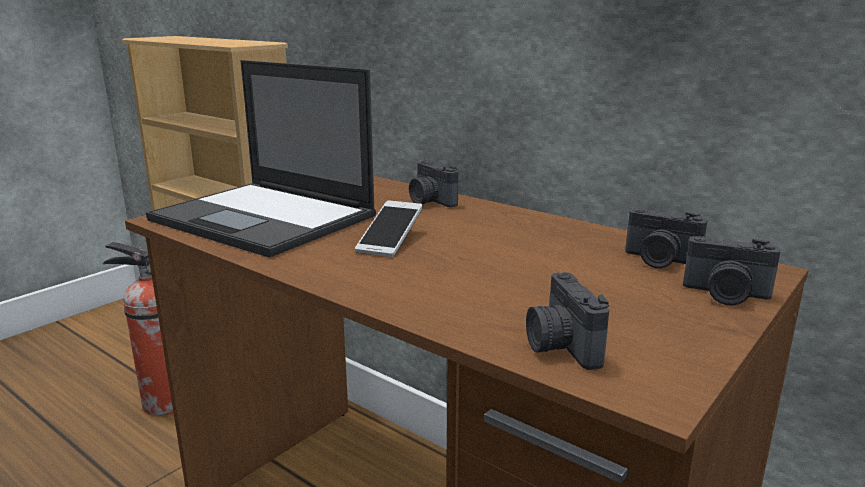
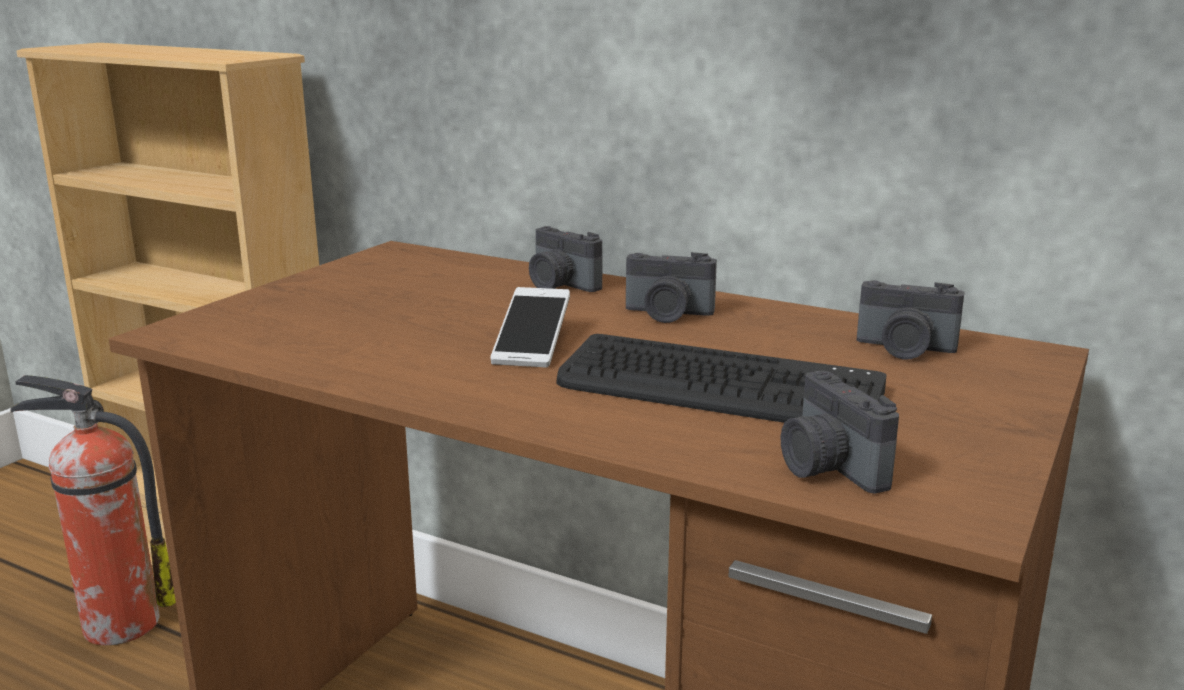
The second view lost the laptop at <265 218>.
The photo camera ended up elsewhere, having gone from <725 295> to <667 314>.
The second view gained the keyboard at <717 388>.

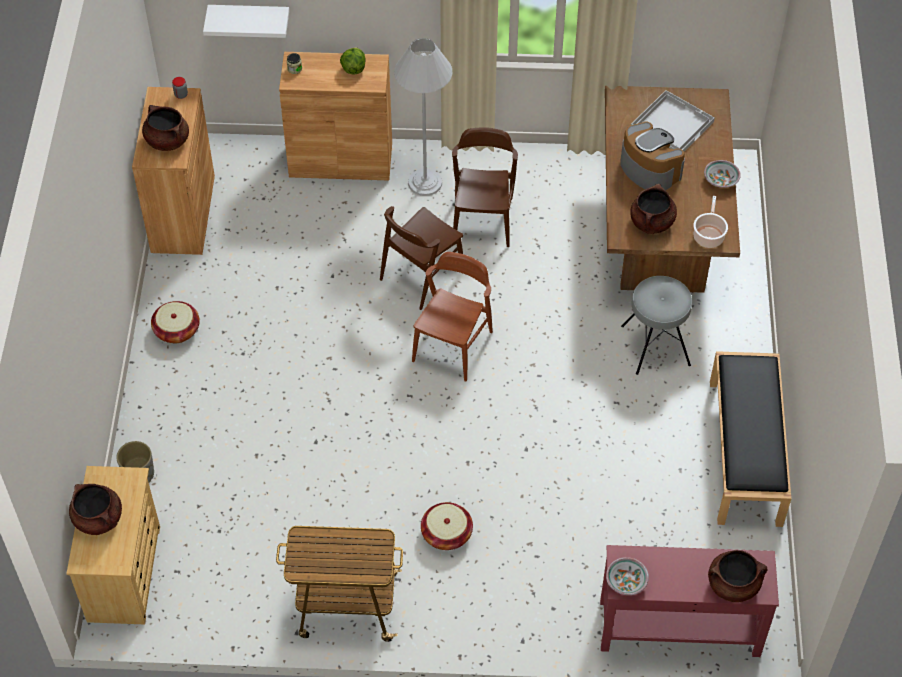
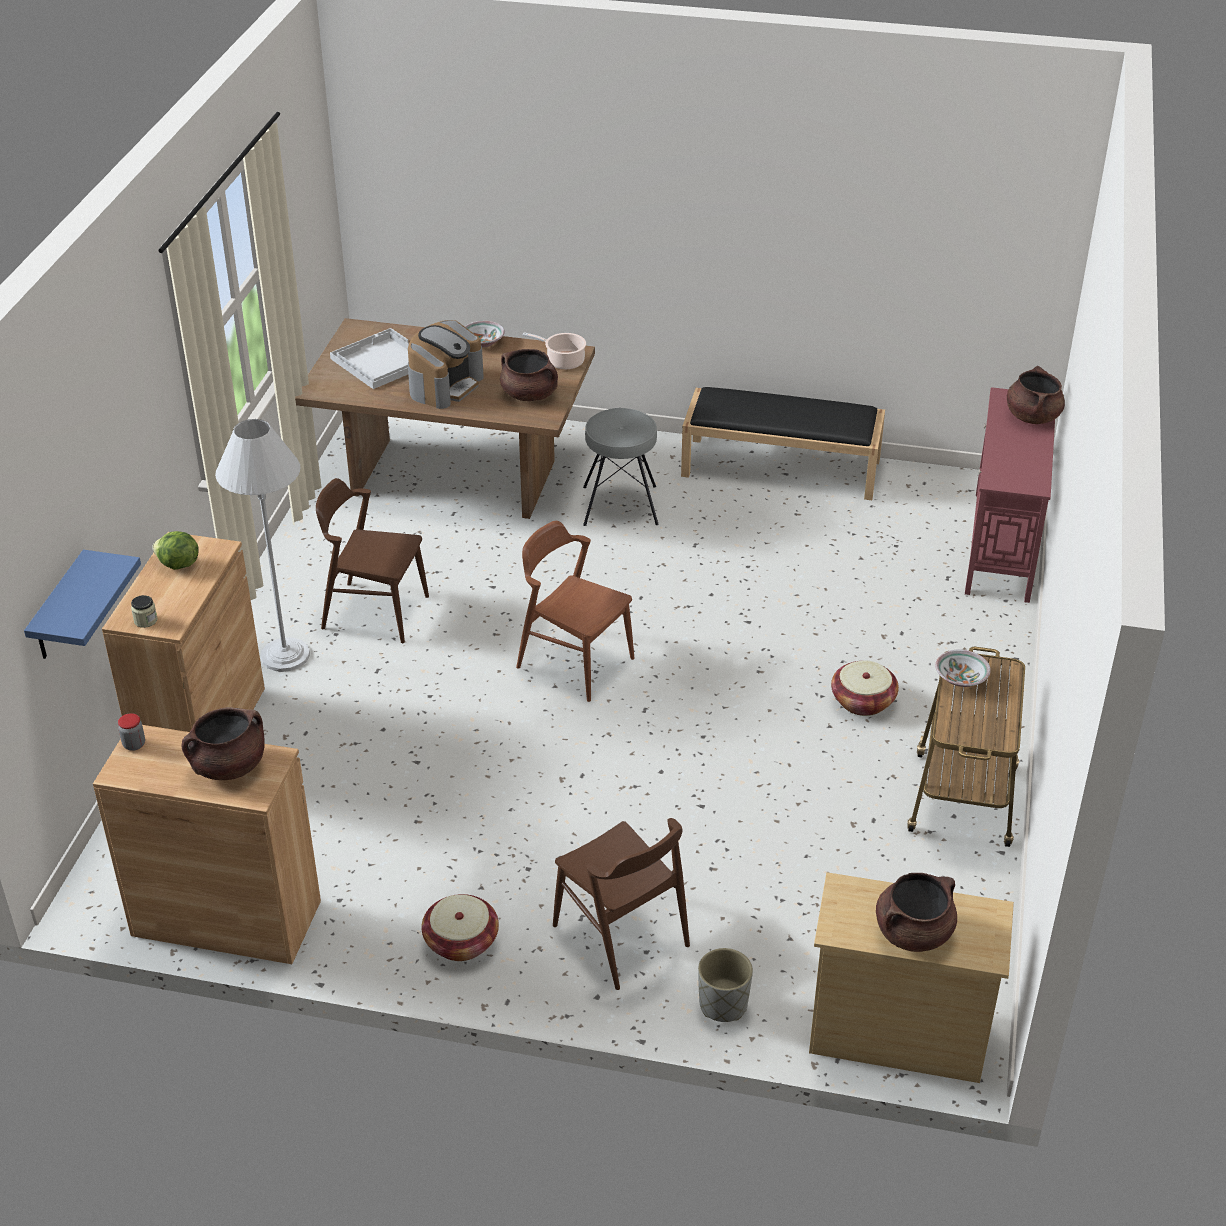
What was the shelf (white) at <249 17> turned into the shelf (blue) at <59 609>.
The coffee machine at <649 169> ended up facing another way, 150 degrees clockwise from before.
The chair (brown) ended up elsewhere, having gone from <422 275> to <621 935>.
The bowl ended up elsewhere, having gone from <626 582> to <961 679>.

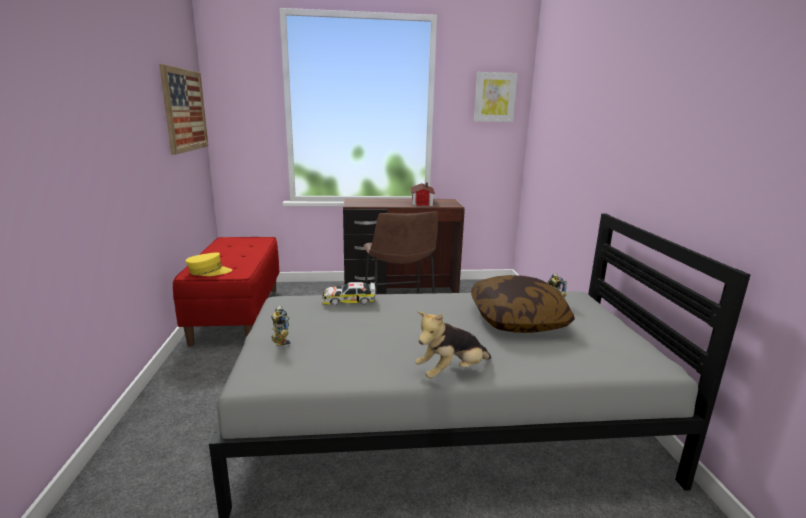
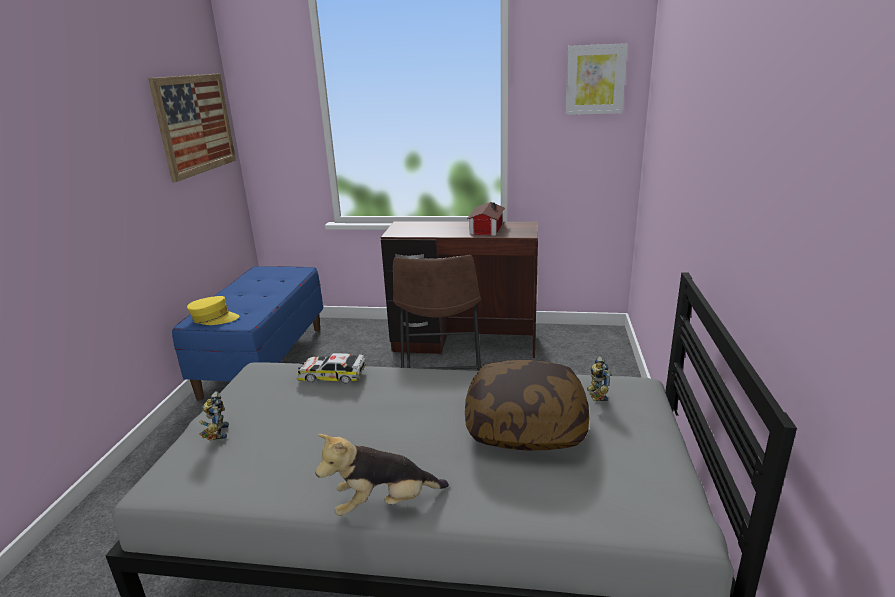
What was the bench (red) at <237 314> turned into the bench (blue) at <264 360>.

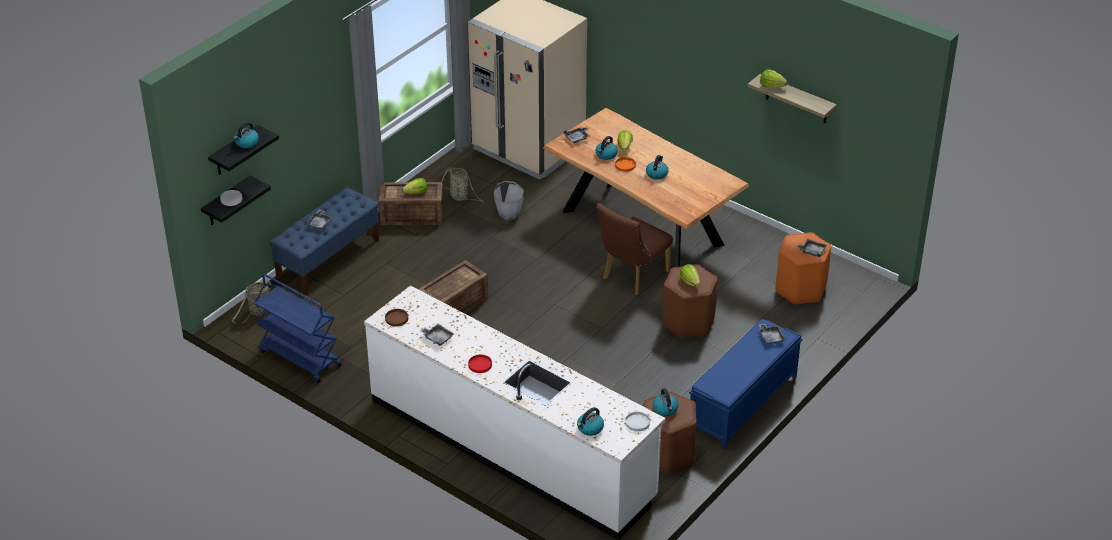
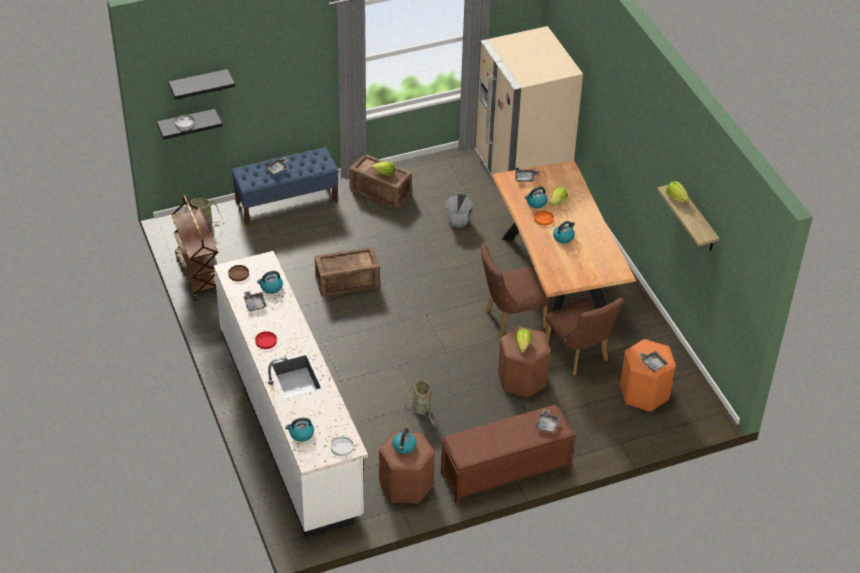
The kettle ended up elsewhere, having gone from <246 143> to <271 287>.
The basket ended up elsewhere, having gone from <460 197> to <421 409>.
What was the cart (blue) at <299 358> turned into the cart (brown) at <198 274>.
What was the bench (blue) at <742 404> turned into the bench (brown) at <505 472>.
The second view gained the chair (brown) at <579 355>.

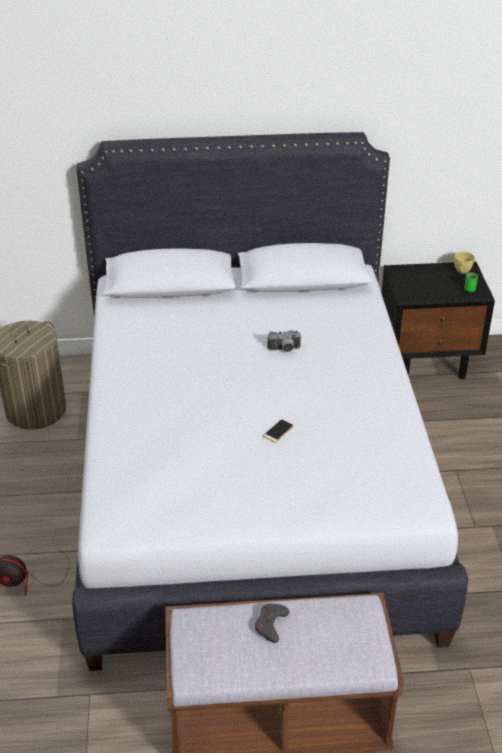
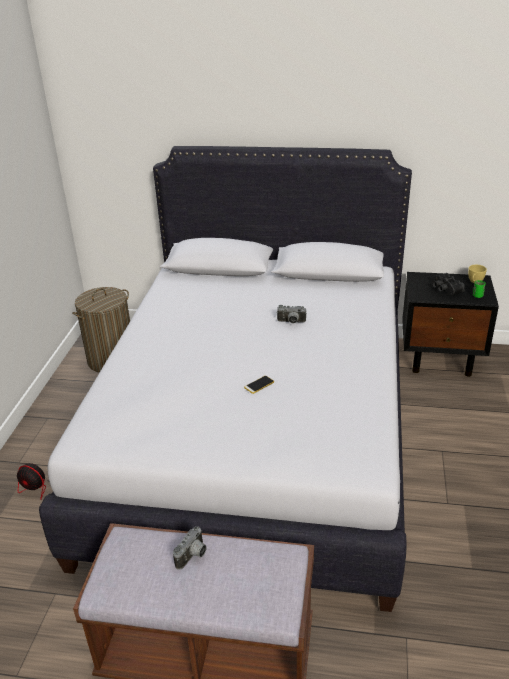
Where the game controller (grey) stood at <271 624>, the photo camera came to stand at <193 556>.
The second view gained the binoculars (black) at <445 289>.

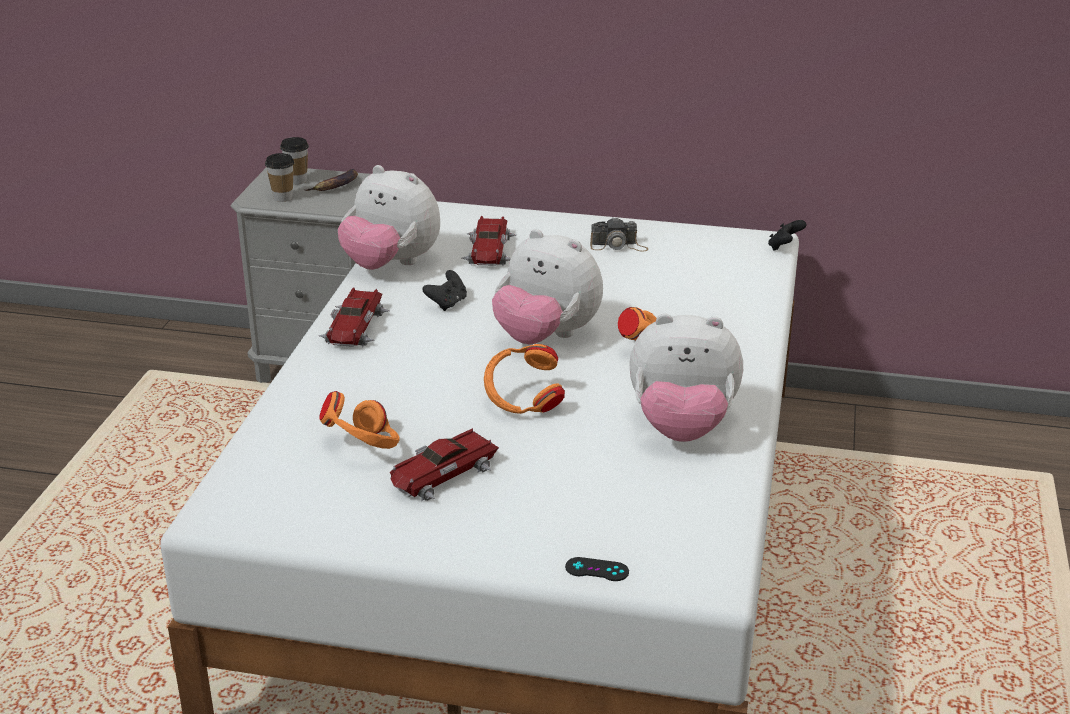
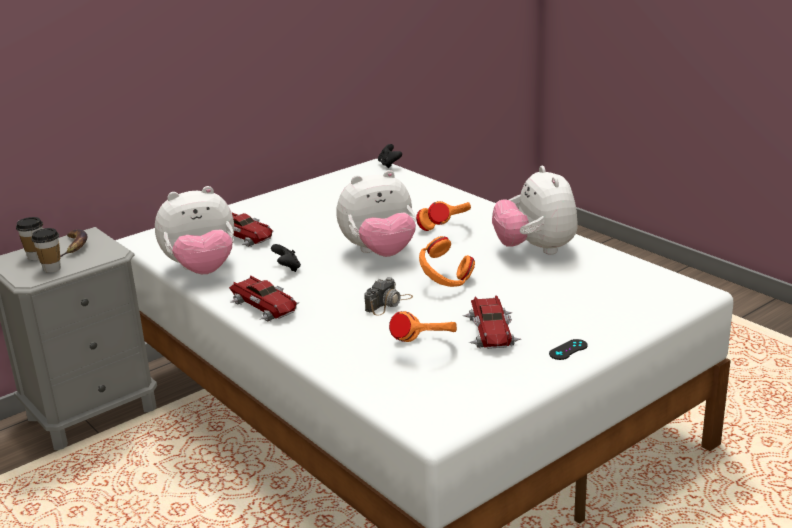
The photo camera ended up elsewhere, having gone from <618 246> to <389 303>.
The plush toy at <682 428> ended up facing another way, 120 degrees clockwise from before.
The game controller (black) ended up elsewhere, having gone from <597 569> to <568 350>.

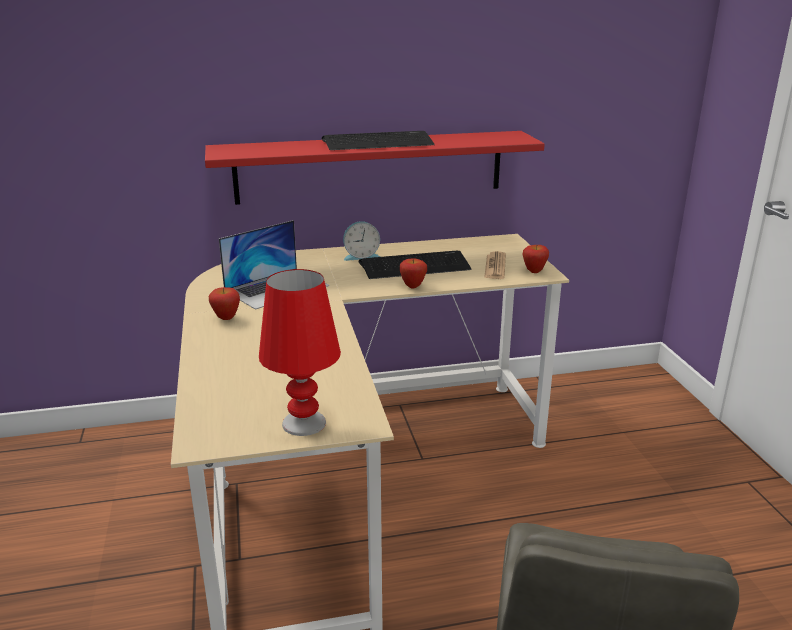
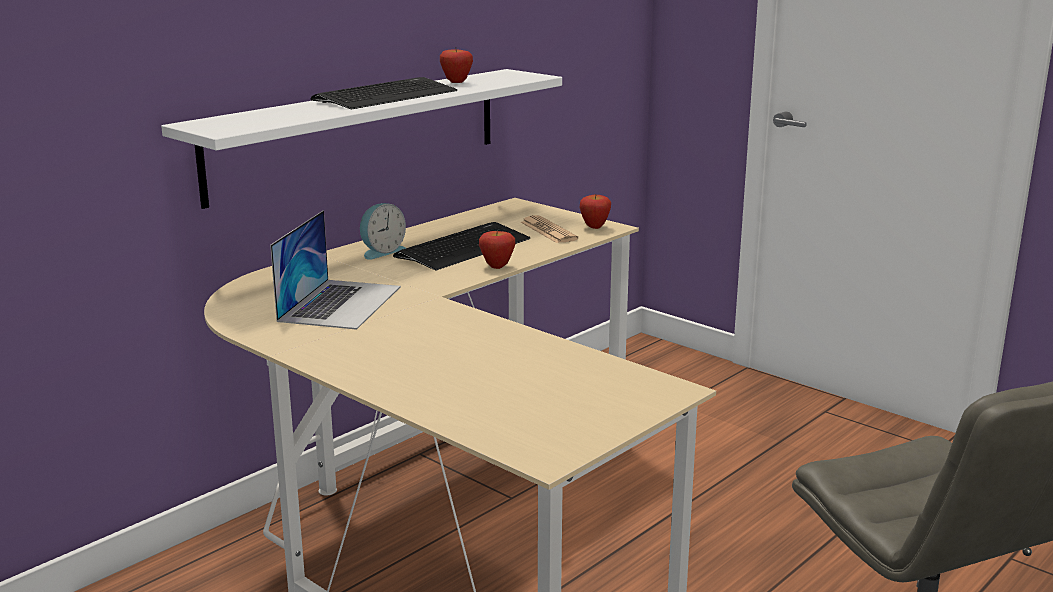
What was the shelf (red) at <370 167> turned into the shelf (white) at <359 133>.
The second view lost the table lamp (red) at <303 423>.
The apple ended up elsewhere, having gone from <226 318> to <456 83>.

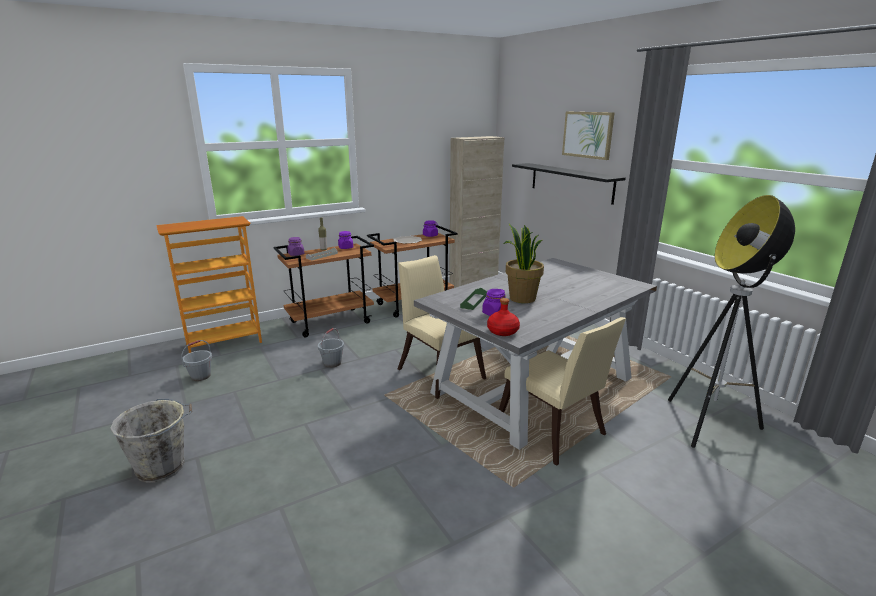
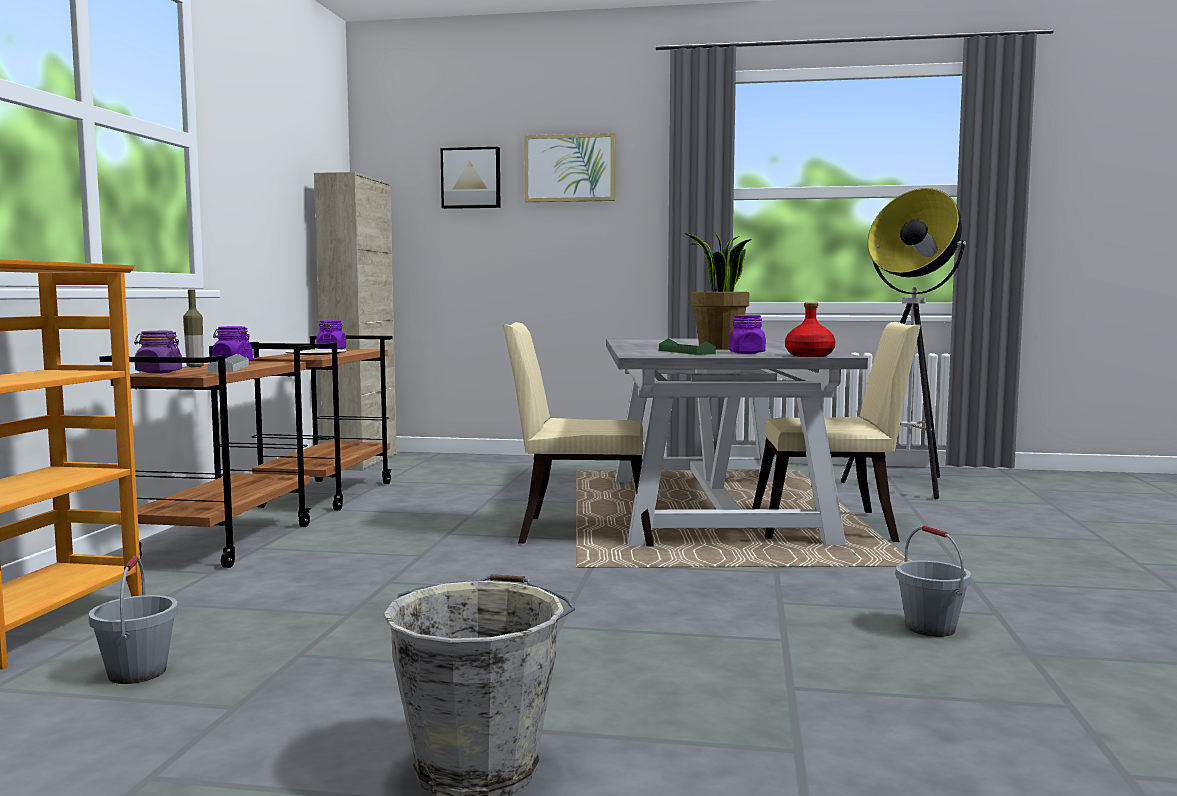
The second view lost the shelf (black) at <571 182>.
The bucket (grey) ended up elsewhere, having gone from <332 363> to <931 628>.
The second view gained the picture at <471 178>.

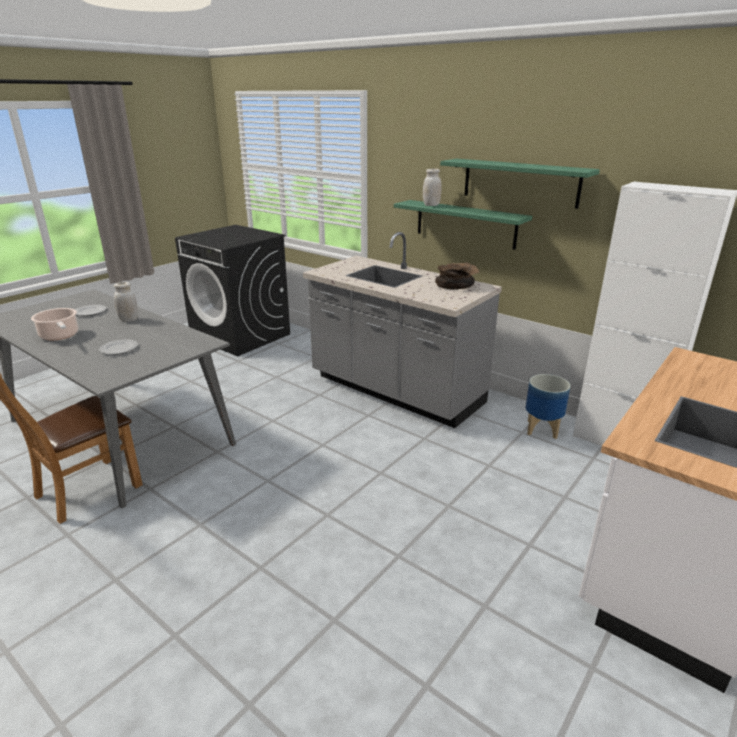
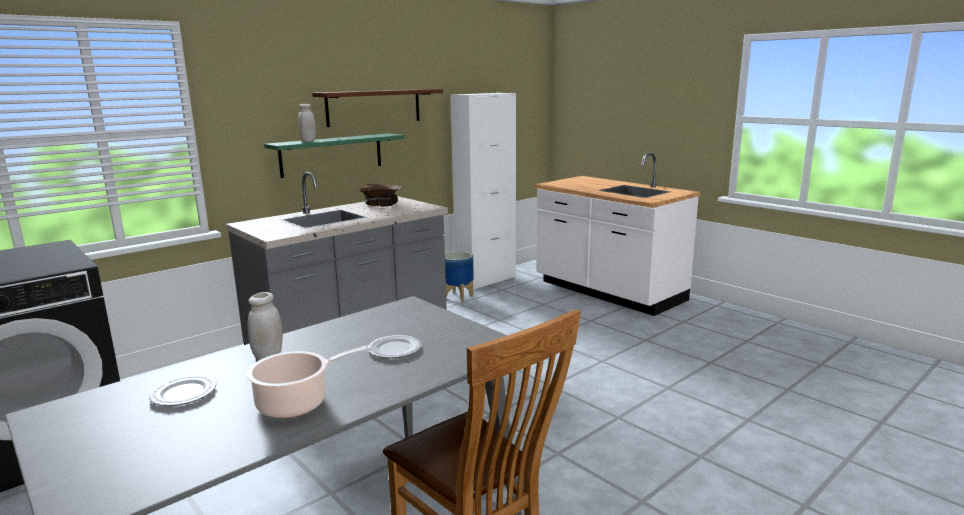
What was the shelf (green) at <520 182> turned into the shelf (brown) at <374 107>.

